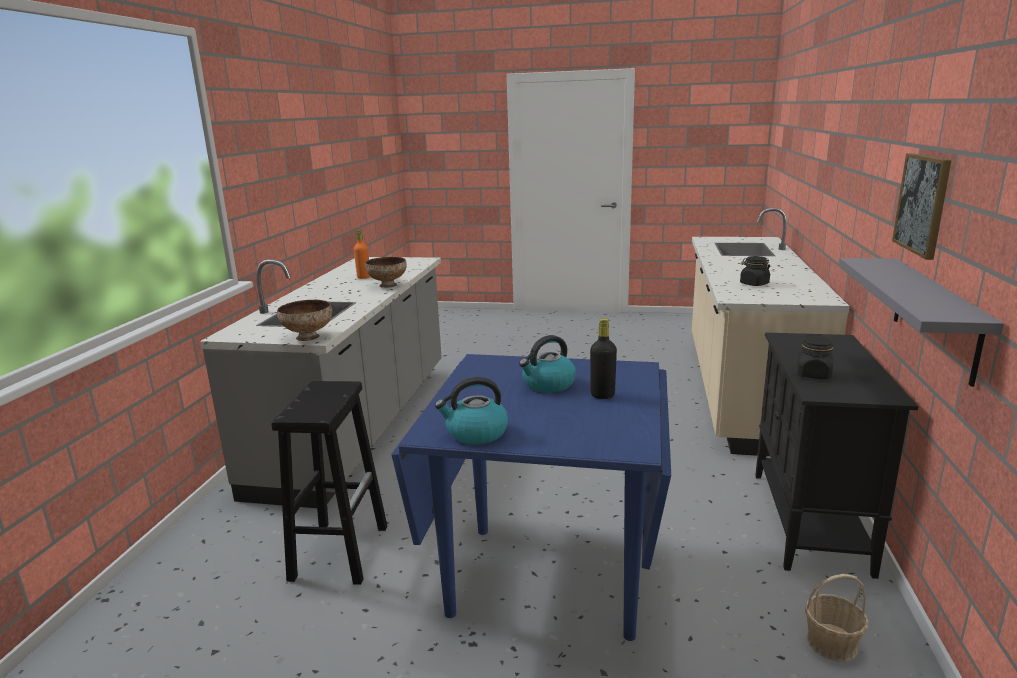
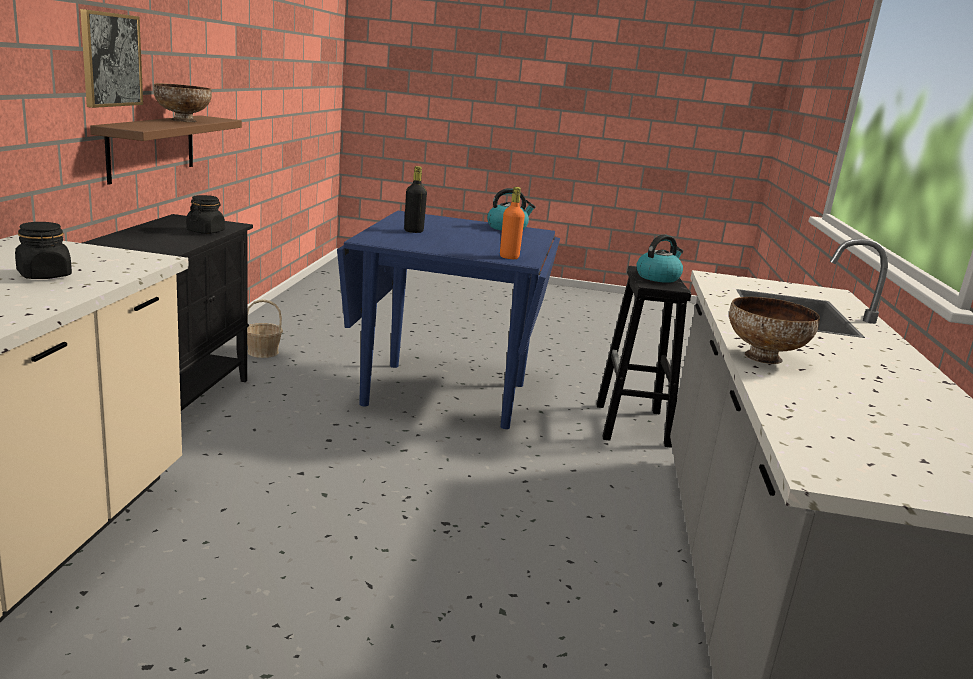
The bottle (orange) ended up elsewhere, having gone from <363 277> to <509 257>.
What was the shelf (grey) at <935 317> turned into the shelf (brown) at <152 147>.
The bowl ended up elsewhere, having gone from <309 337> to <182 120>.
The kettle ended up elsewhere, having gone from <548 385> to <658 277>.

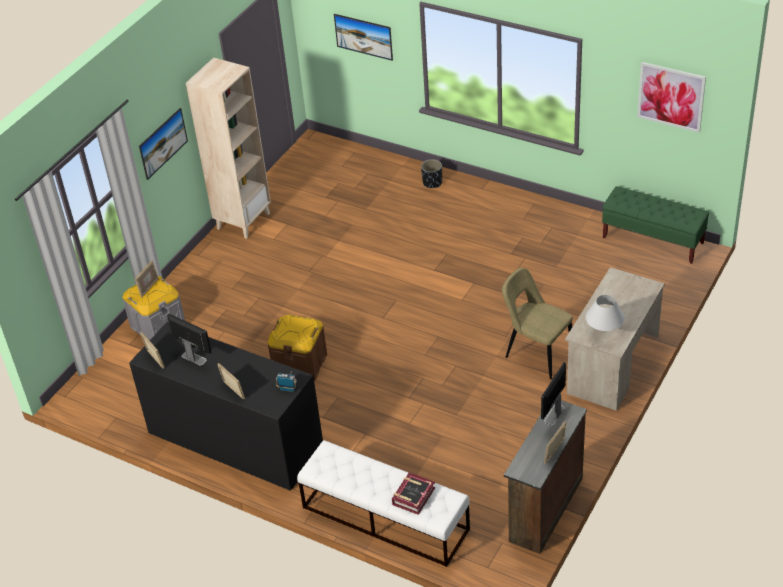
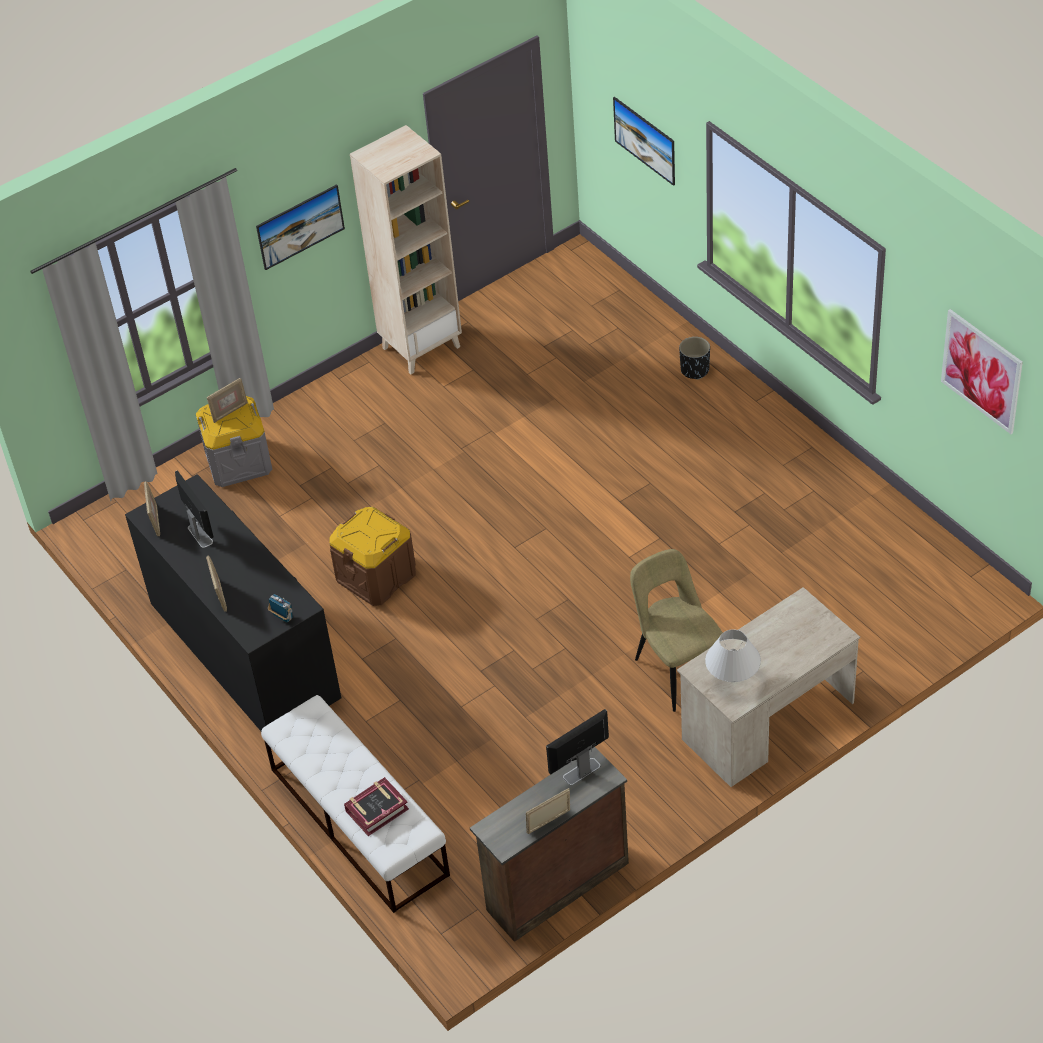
The second view lost the bench (green) at <653 240>.

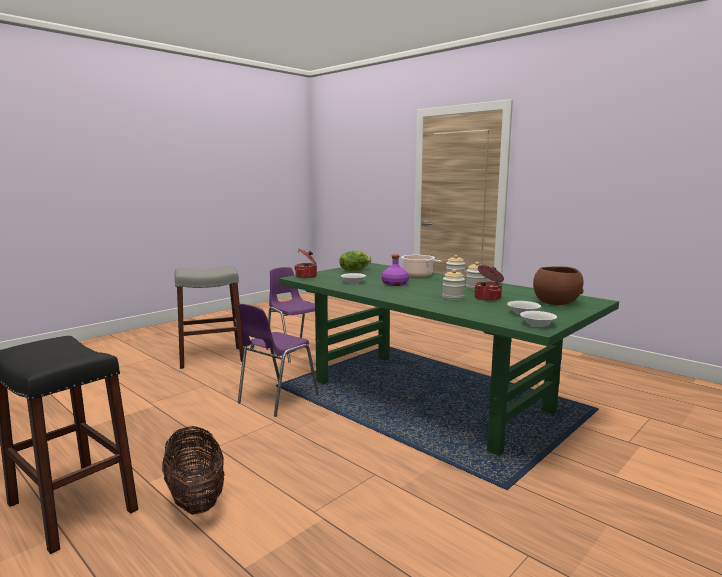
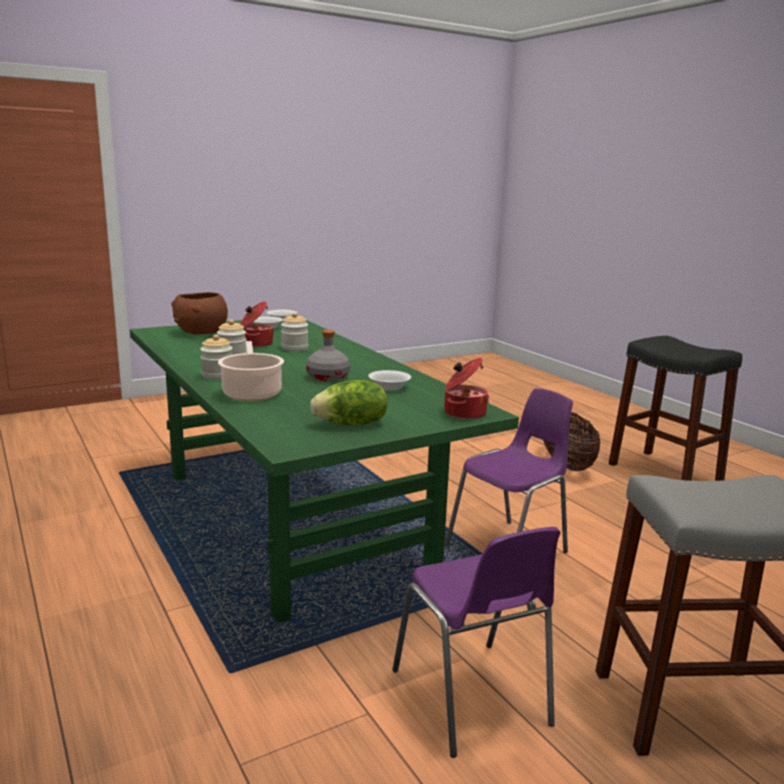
What was the bottle (purple) at <394 284> turned into the bottle (grey) at <328 377>.

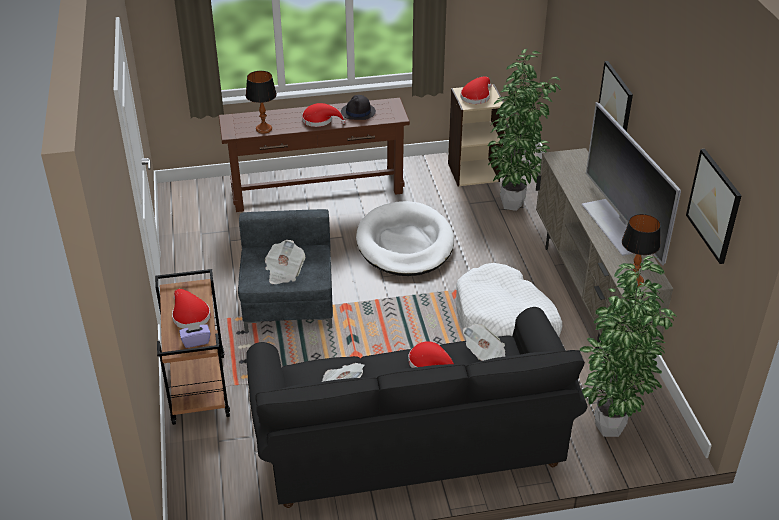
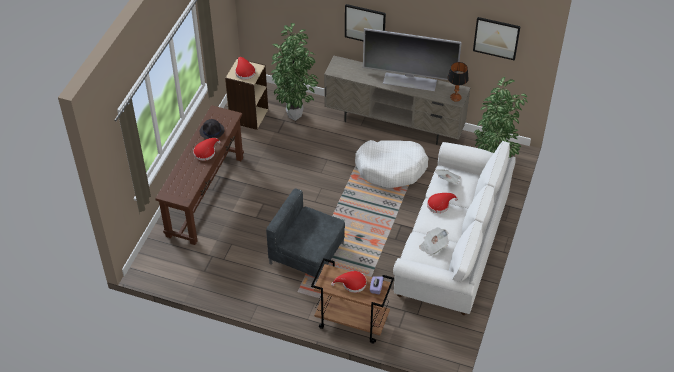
The second view lost the table lamp at <264 129>.
The second view lost the dog bed (white) at <405 243>.
The second view lost the newspaper at <284 272>.
What was the sofa (black) at <410 442> turned into the sofa (white) at <451 247>.

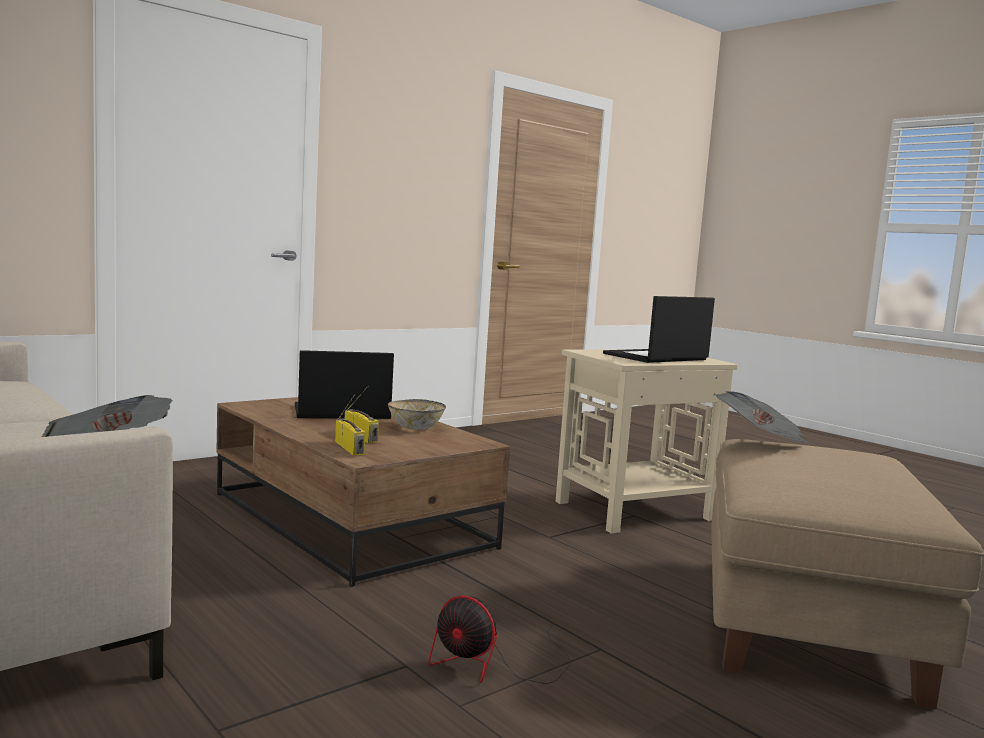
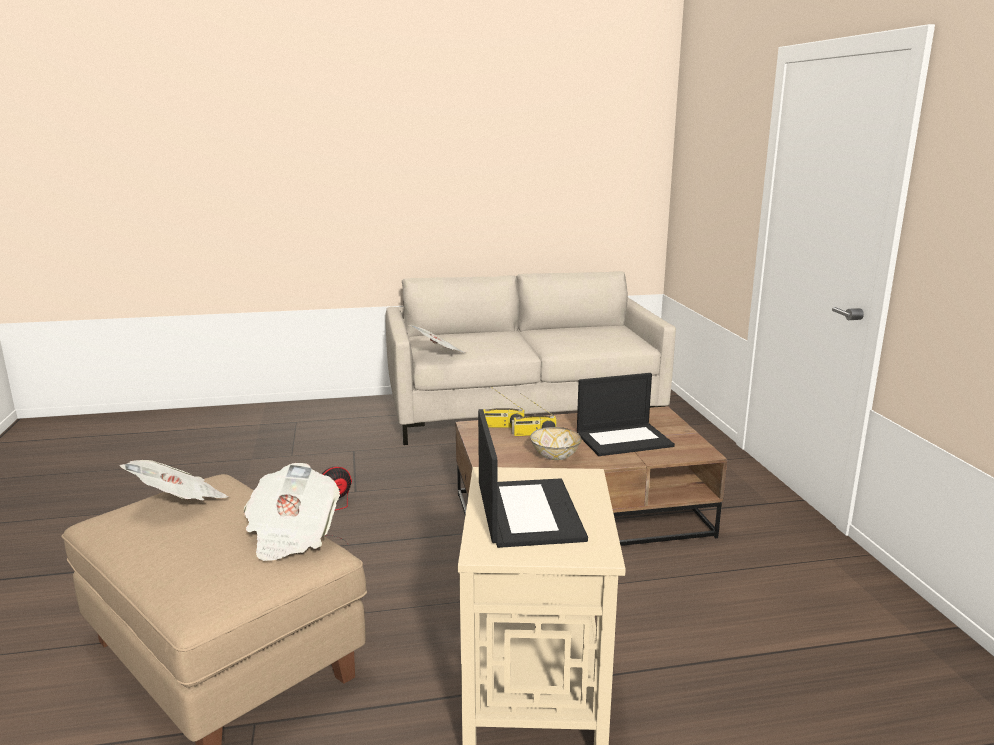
The laptop at <340 412> ended up facing another way, 60 degrees clockwise from before.
The second view gained the newspaper at <179 502>.

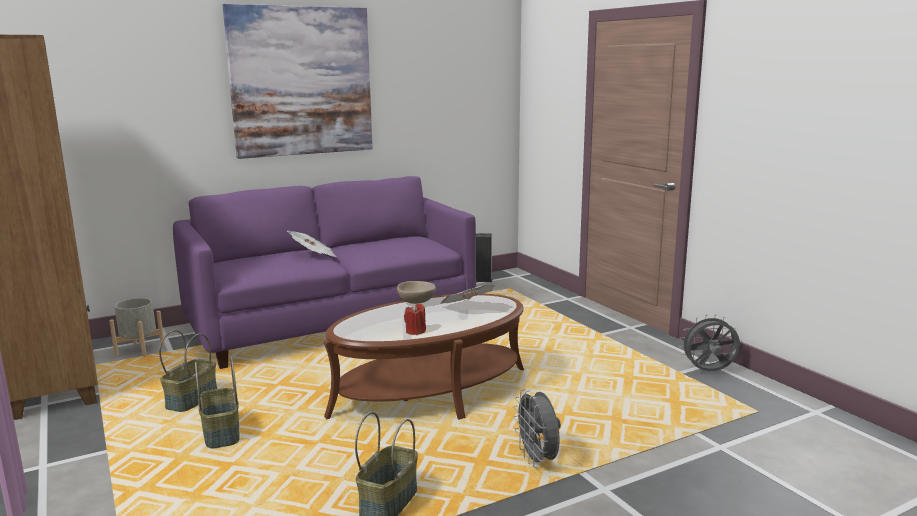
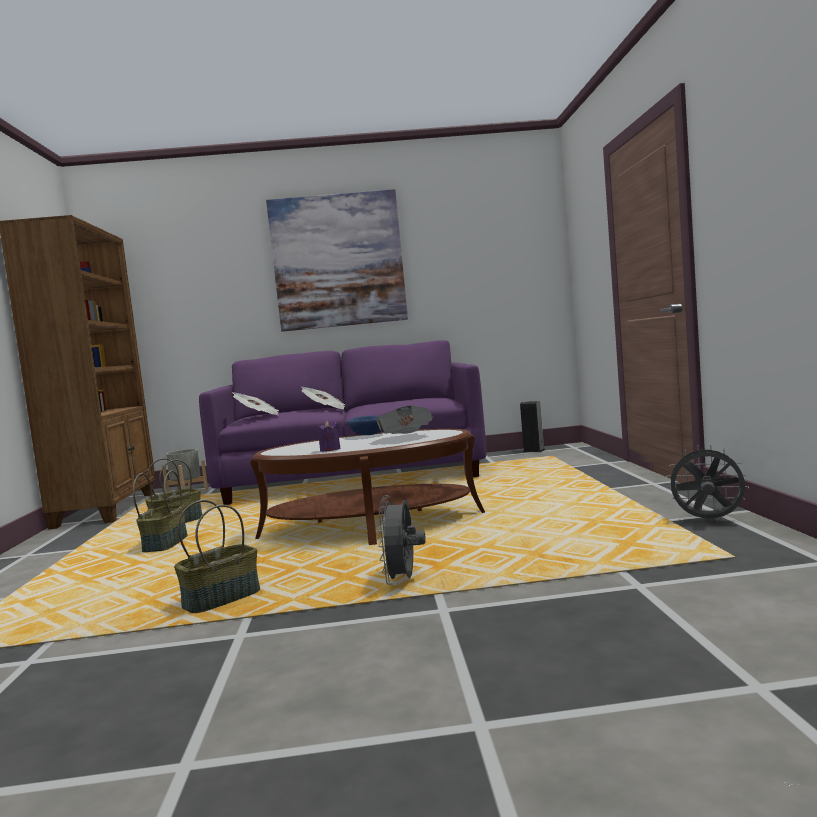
What was the bowl (beige) at <416 302> turned into the bowl (blue) at <368 435>.
What was the candle (red) at <415 331> turned into the candle (purple) at <330 450>.
The second view gained the newspaper at <258 416>.

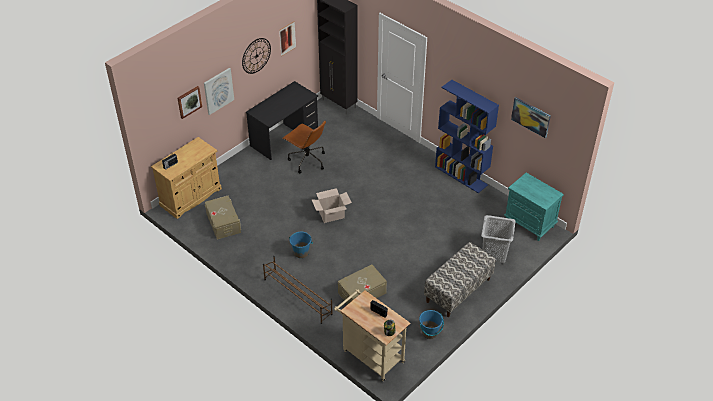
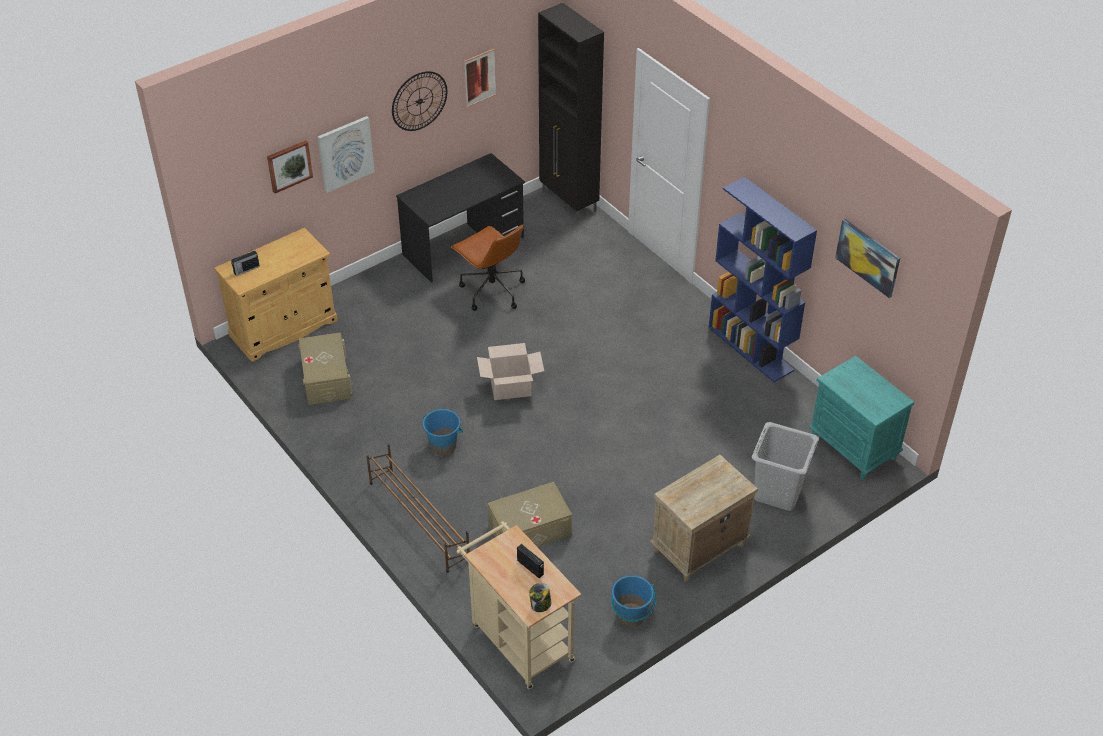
Where the bench stood at <458 290>, the nightstand (beige) came to stand at <698 548>.

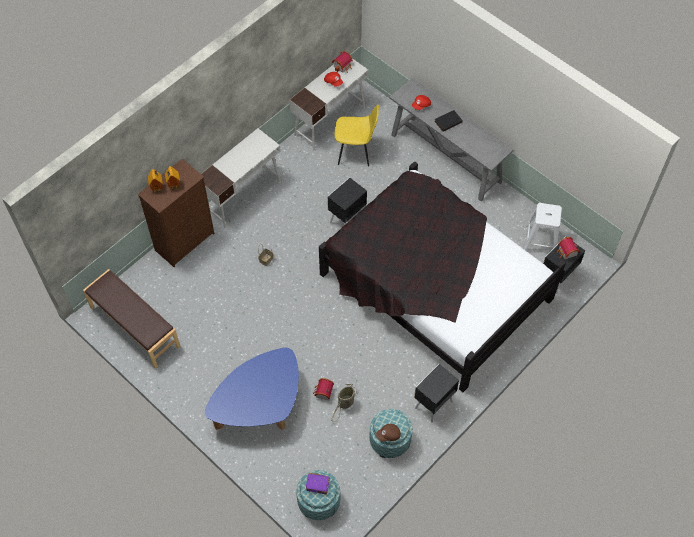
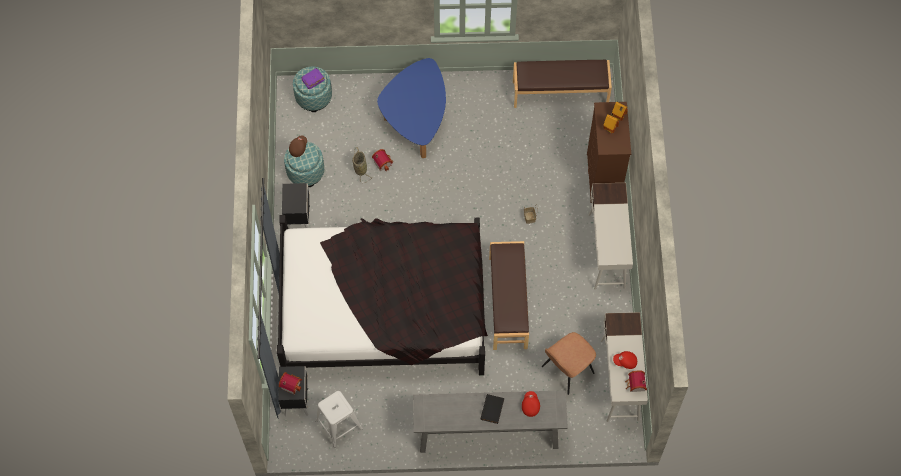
What was the chair (yellow) at <356 151> turned into the chair (brown) at <566 370>.
Where the nightstand (black) stood at <346 220>, the bench (brown) came to stand at <507 302>.

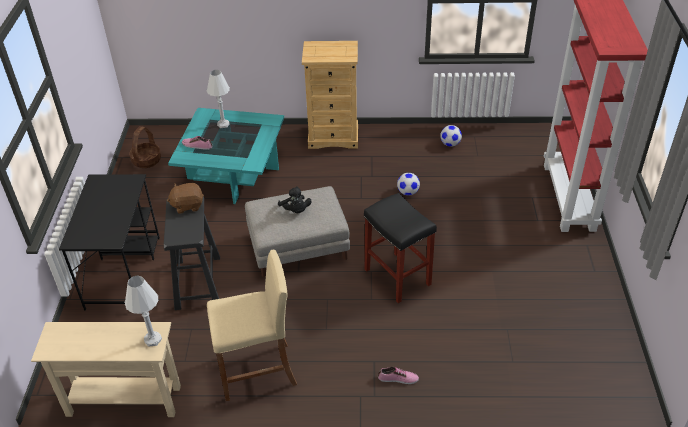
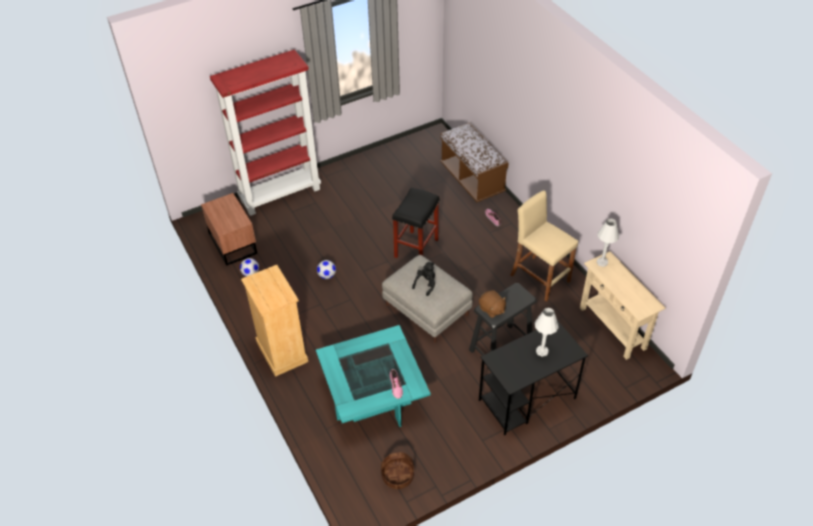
The table lamp (white) ended up elsewhere, having gone from <223 124> to <542 351>.
The second view gained the bench (brown) at <472 179>.
The second view gained the nightstand (brown) at <233 242>.

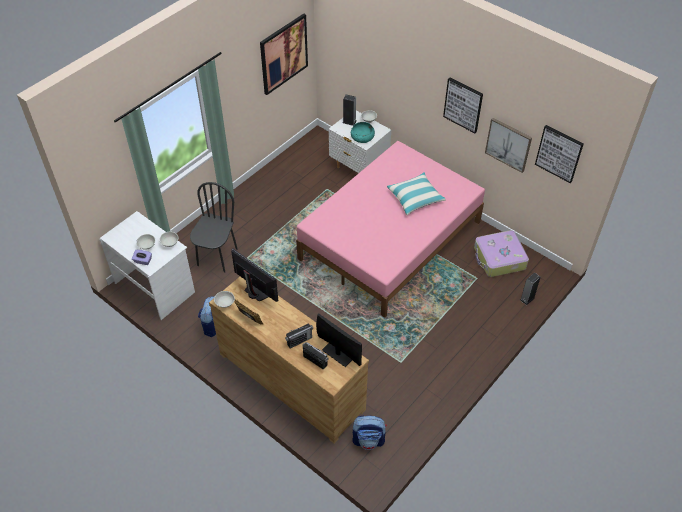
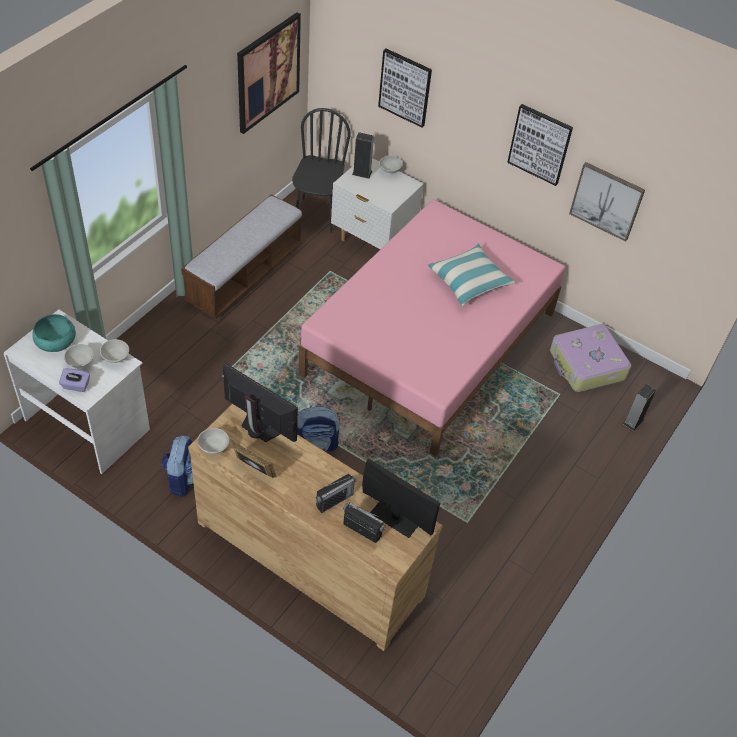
The bowl (turquoise) ended up elsewhere, having gone from <362 137> to <55 340>.
The picture ended up elsewhere, having gone from <559 153> to <405 87>.
The chair (black) ended up elsewhere, having gone from <217 257> to <317 215>.
The backpack ended up elsewhere, having gone from <369 440> to <317 444>.
The second view gained the bench at <245 274>.

